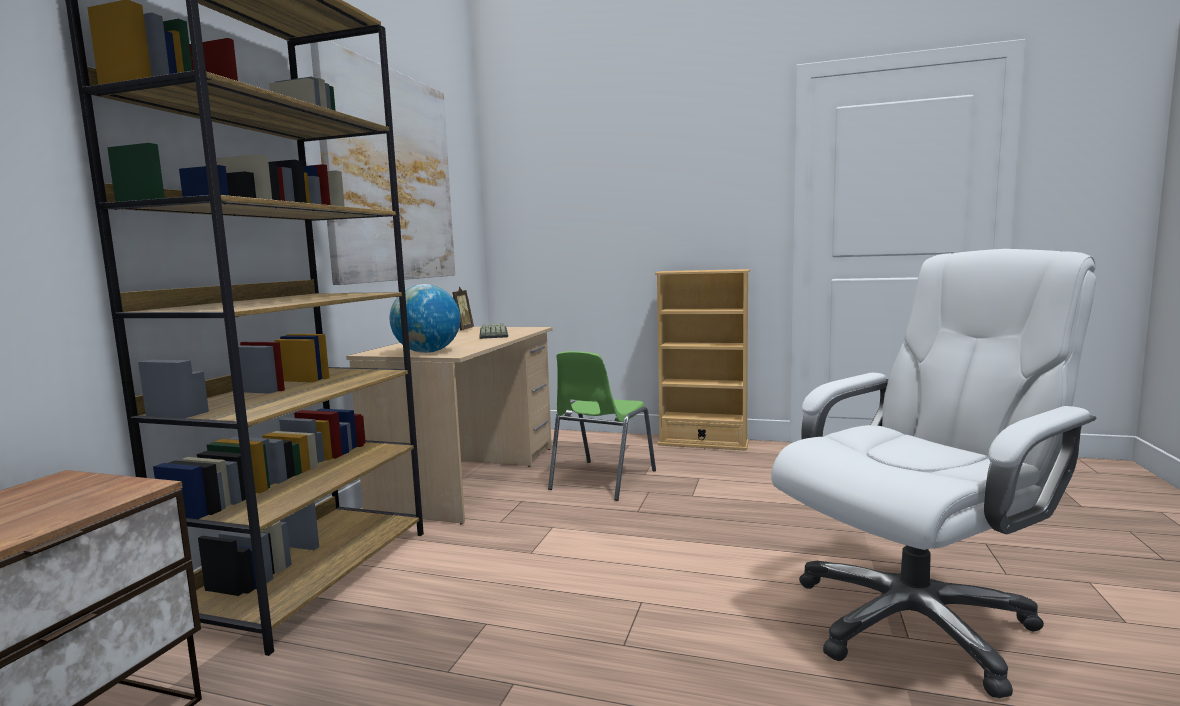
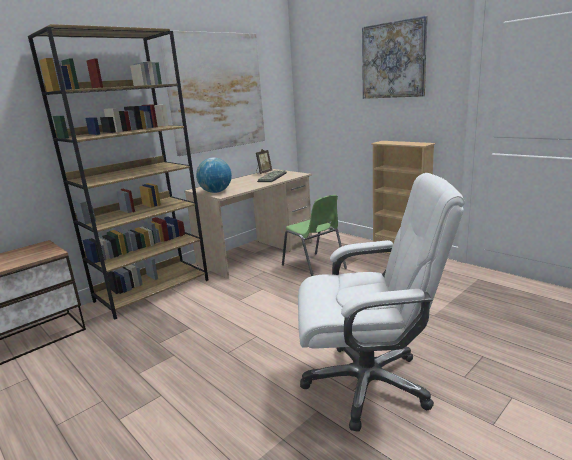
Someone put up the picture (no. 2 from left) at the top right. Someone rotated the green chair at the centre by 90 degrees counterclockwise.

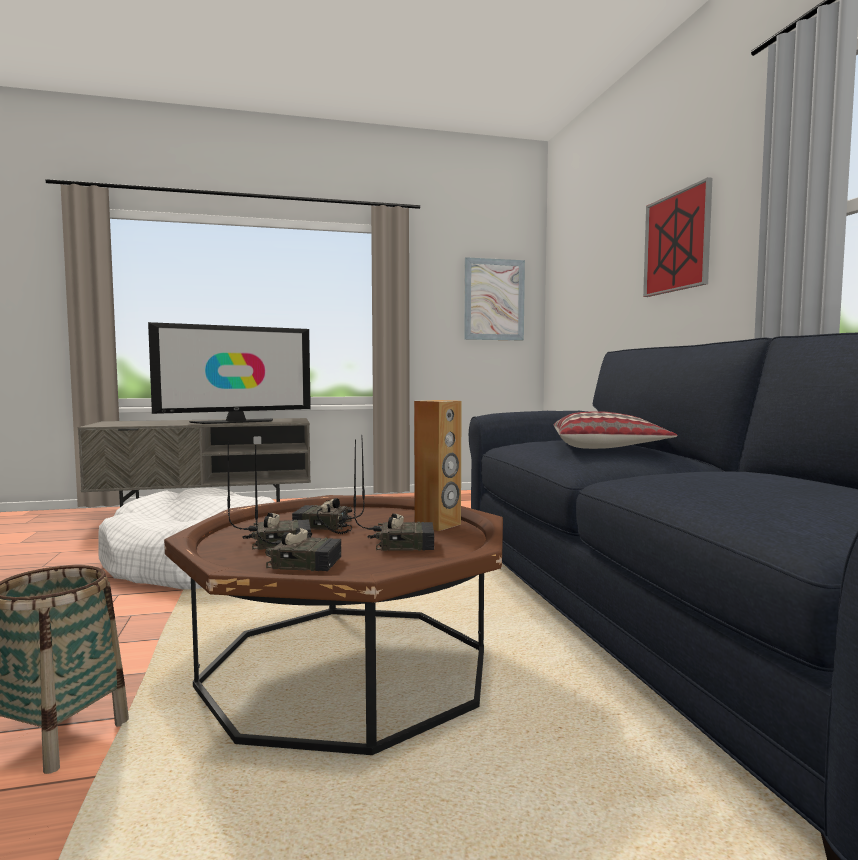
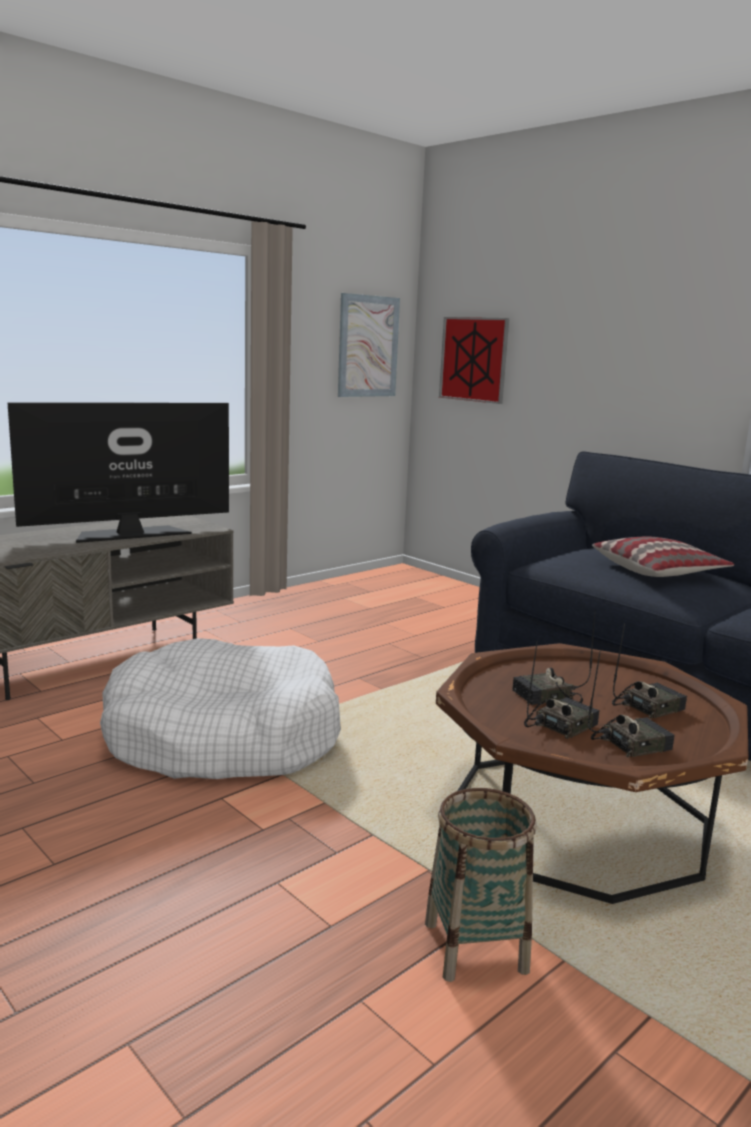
Someone took away the brown speaker at the centre. Someone carried the picture (no. 2 from left) from the top right to the top centre. Someone rotated the television at the middle left by 150 degrees counterclockwise.

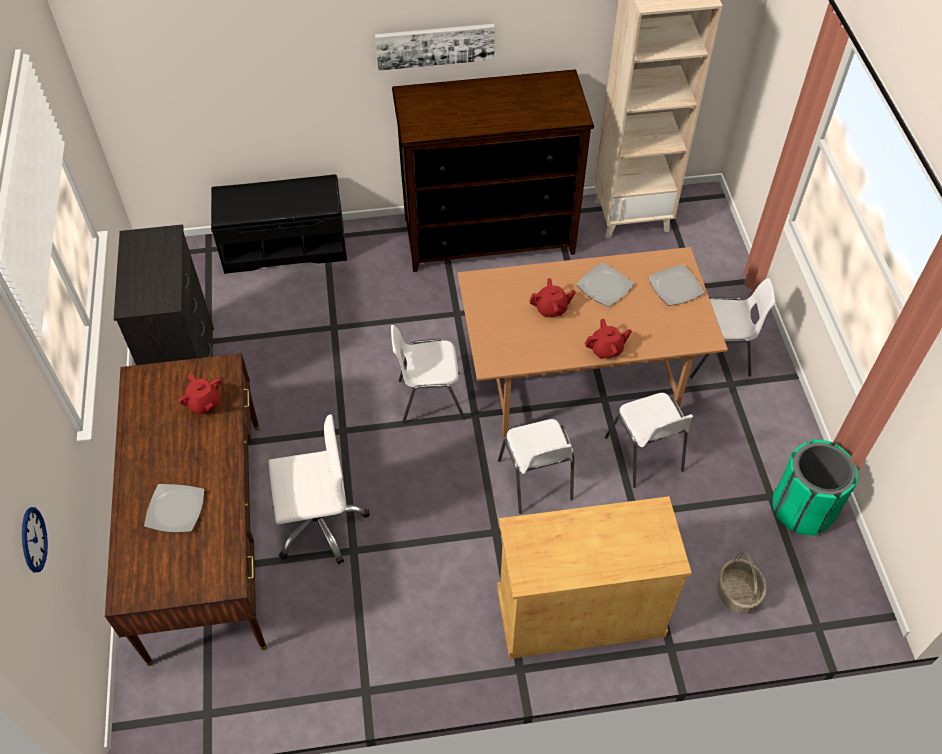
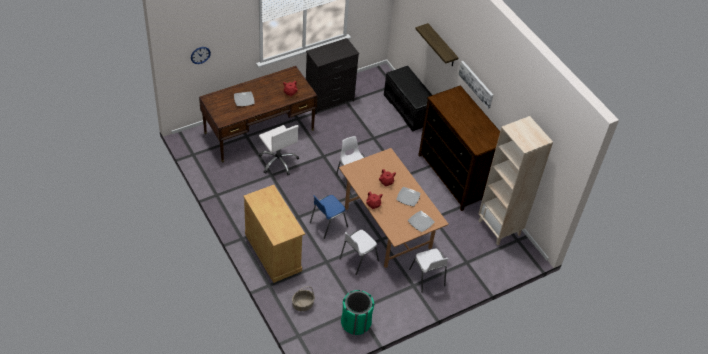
Someone put up the shelf at the top centre. Someone repainted the white chair (no. 2 from left) at the centre, which became the blue chair at the centre.

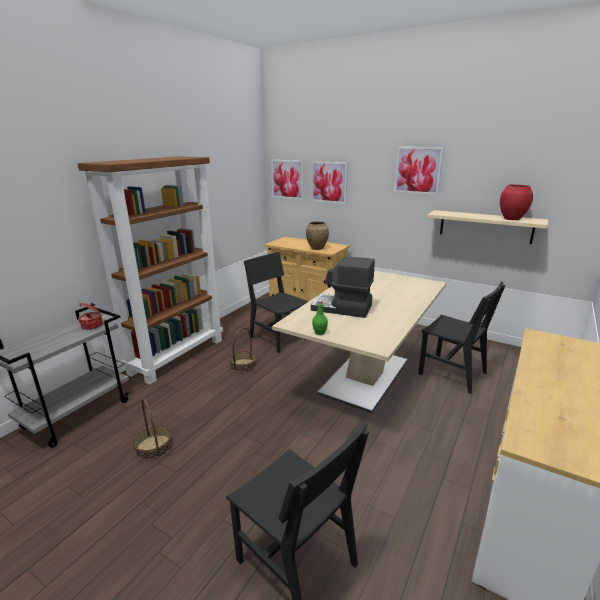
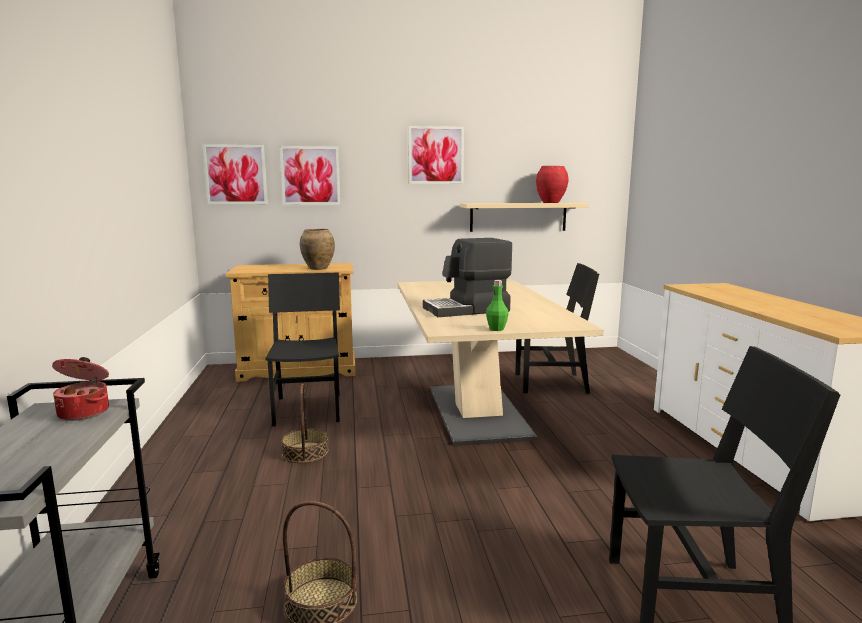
Someone took away the brown bookcase at the middle left. Someone rotated the black chair (no. 1 from left) at the centre by 75 degrees clockwise.

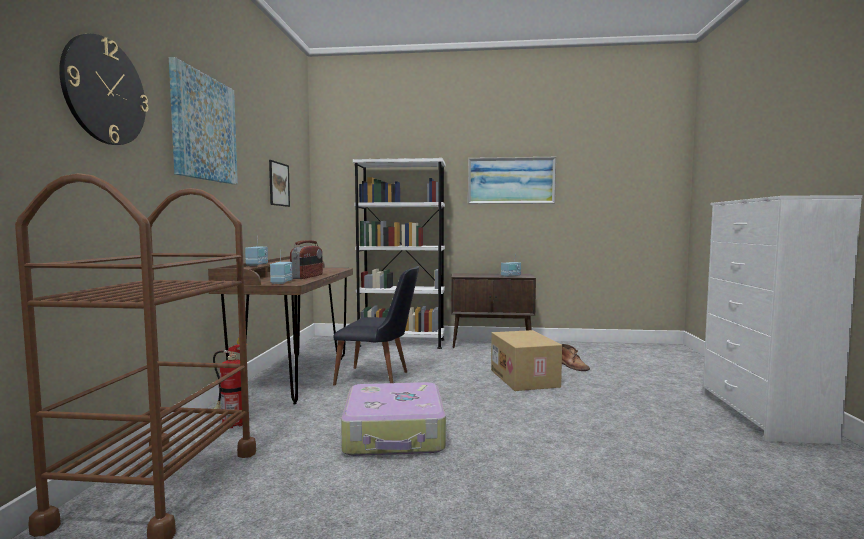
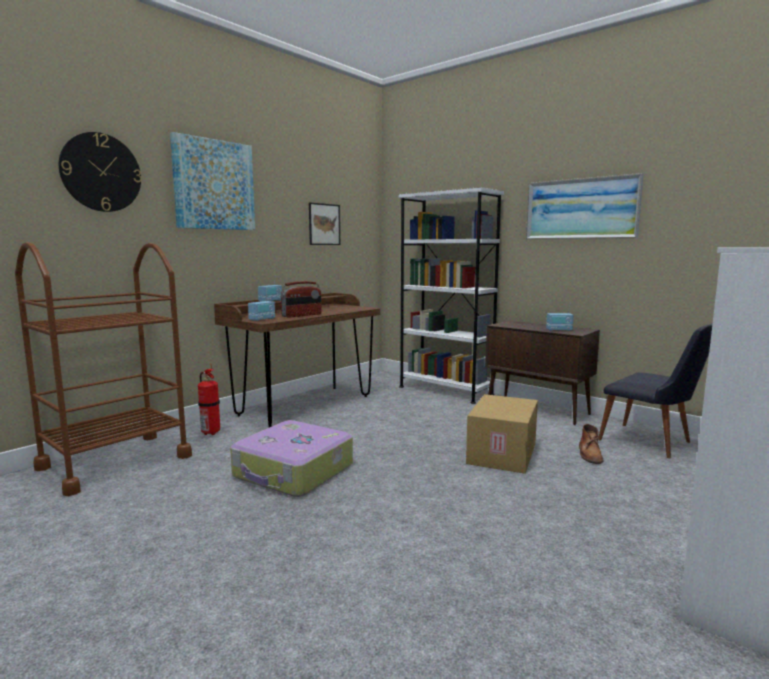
Someone carried the black chair from the centre to the middle right.

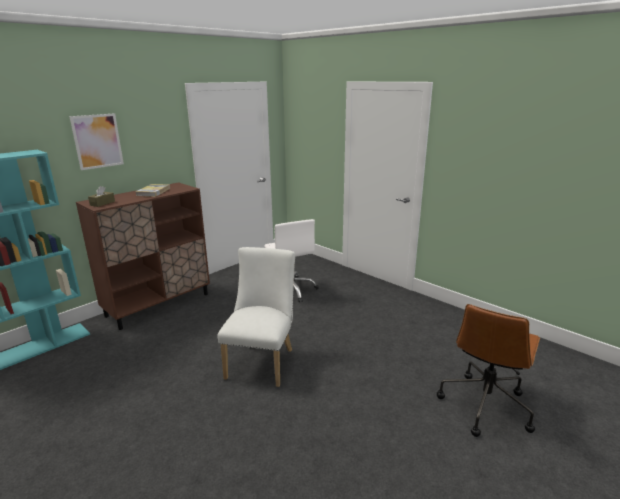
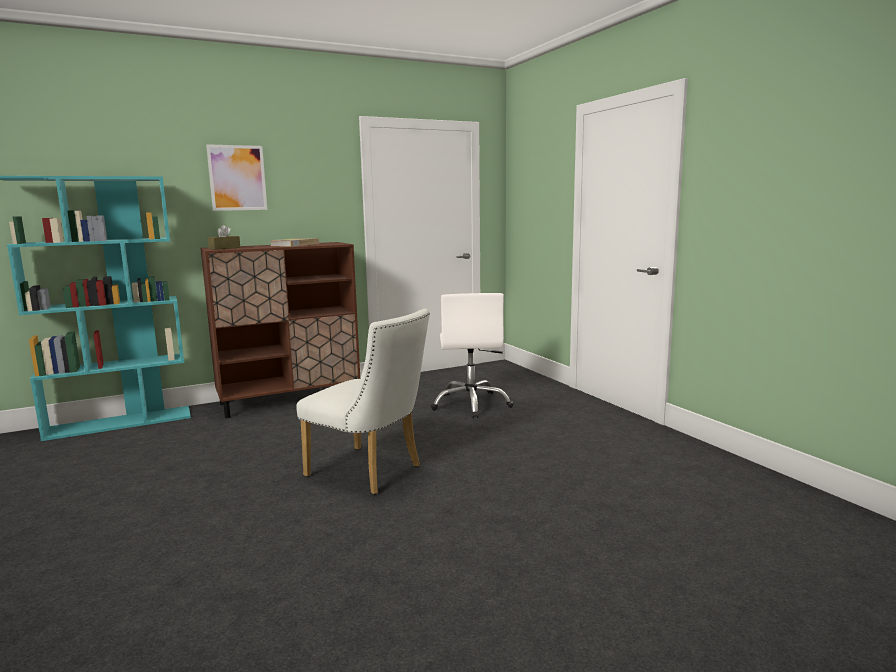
Someone took away the brown office chair at the bottom right. Someone rotated the white chair at the centre by 90 degrees clockwise.

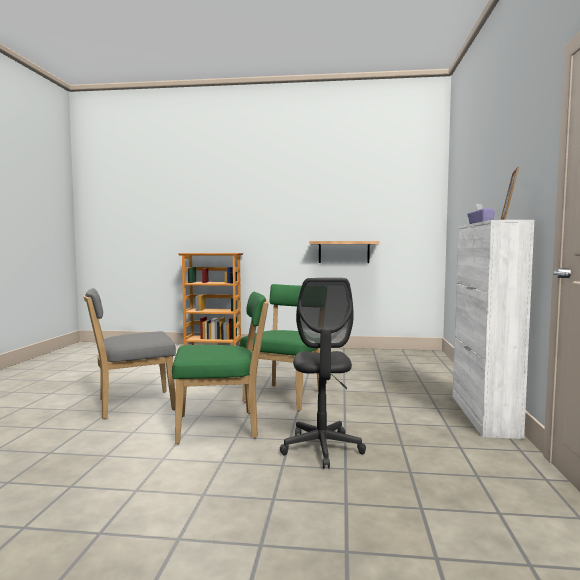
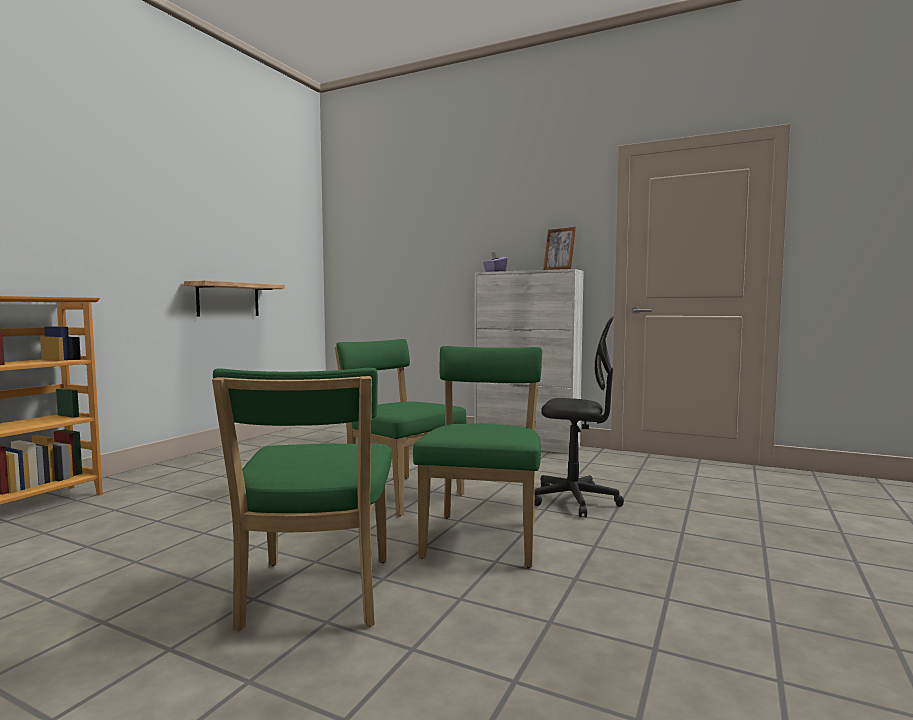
Someone repainted the grey chair at the middle left, which became the green chair (no. 1 from left) at the bottom left.

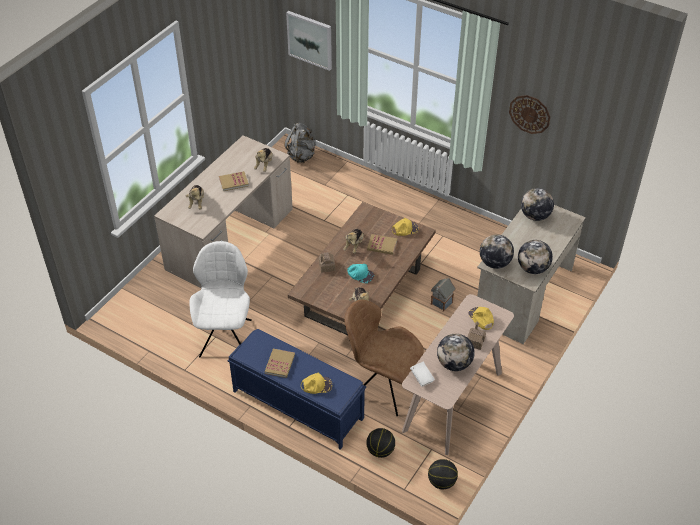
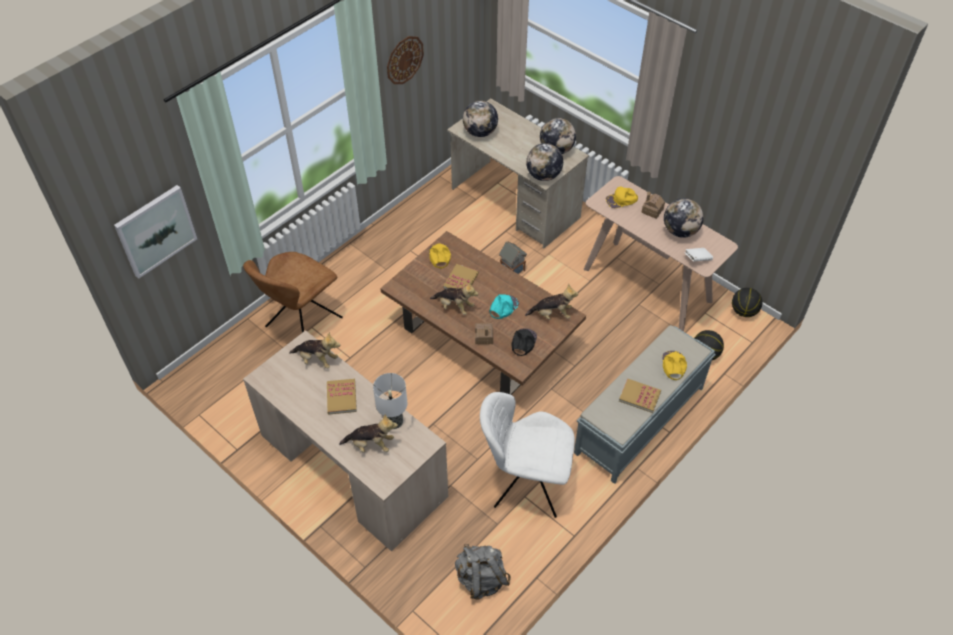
Someone put down the table lamp at the centre. Someone put down the black cap at the centre. Someone carried the grey backpack from the top centre to the bottom centre. Someone carried the brown chair from the bottom centre to the middle left. Someone repainted the blue bench at the bottom centre, which became the grey bench at the middle right.

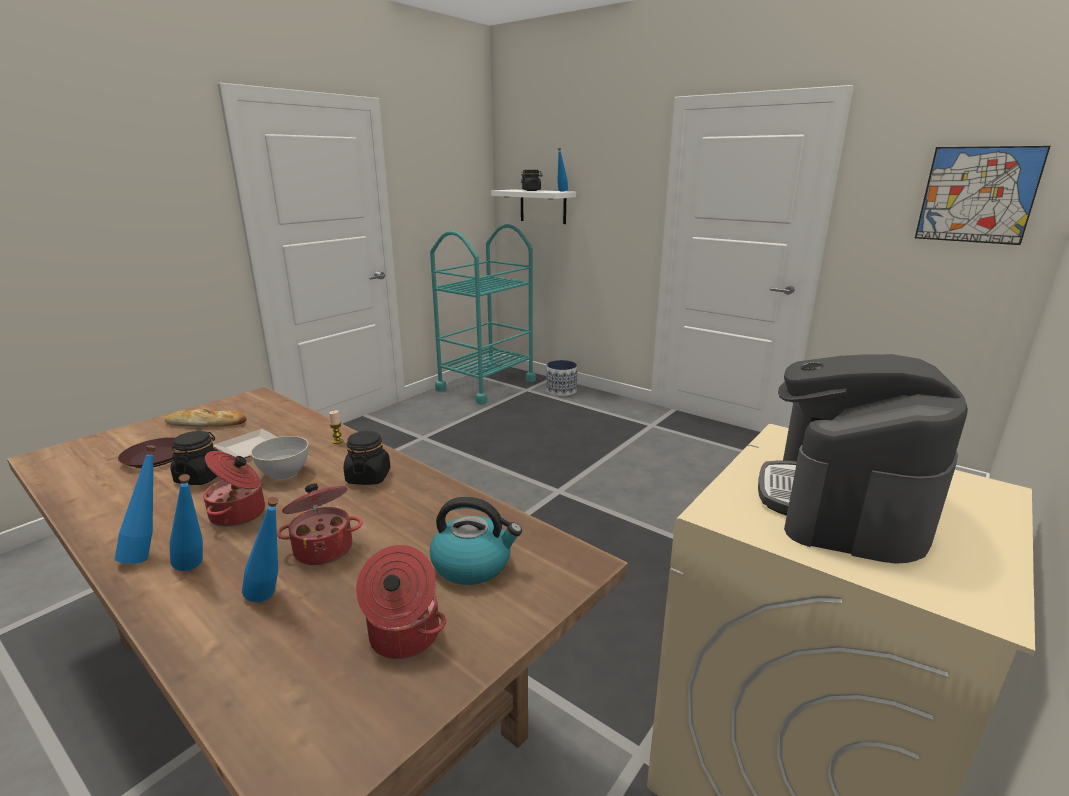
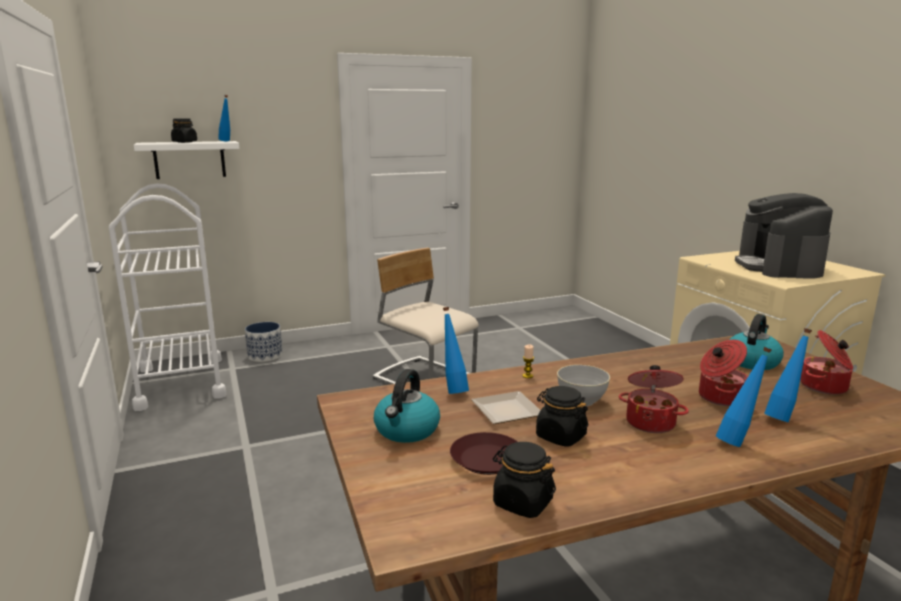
Someone took away the picture at the top right. Someone put down the beige chair at the centre. Someone carried the blue bottle (no. 1 from left in the first image) from the middle left to the centre. Someone carried the black jar (no. 2 from left) from the centre to the bottom centre. Someone swapped the bread at the middle left for the kettle (no. 1 from left) at the bottom centre. Someone repainted the turquoise cart at the centre, which became the white cart at the middle left. Someone rotated the coffee machine at the middle right by 45 degrees clockwise.

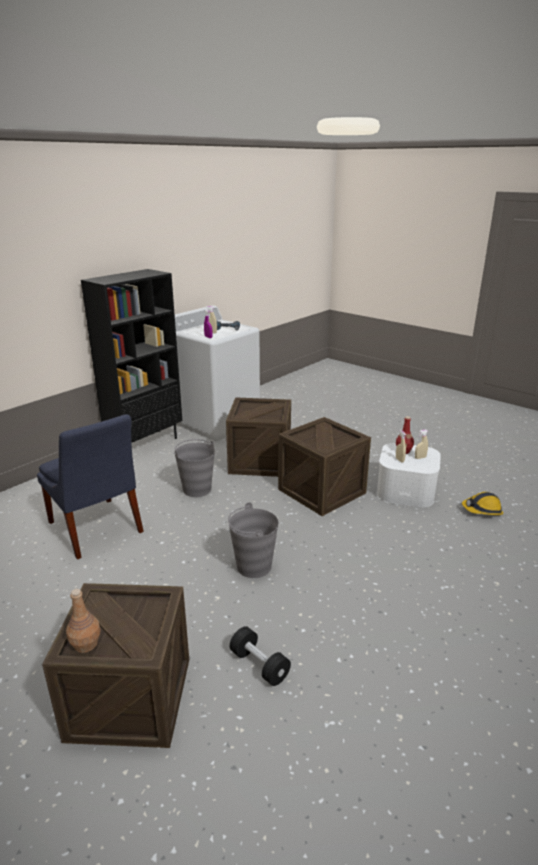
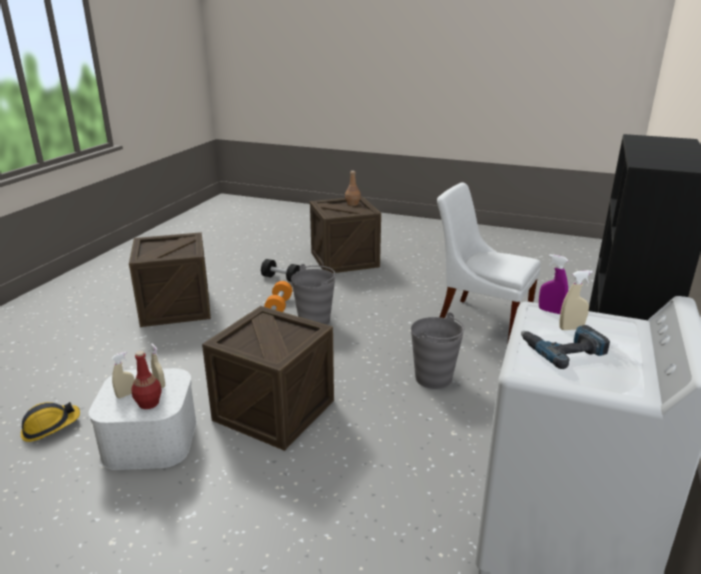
Someone put down the orange dumbbell at the centre. Someone carried the crate (no. 2 from left in the first image) from the centre to the middle left. Someone repainted the blue chair at the middle left, which became the white chair at the middle right.

